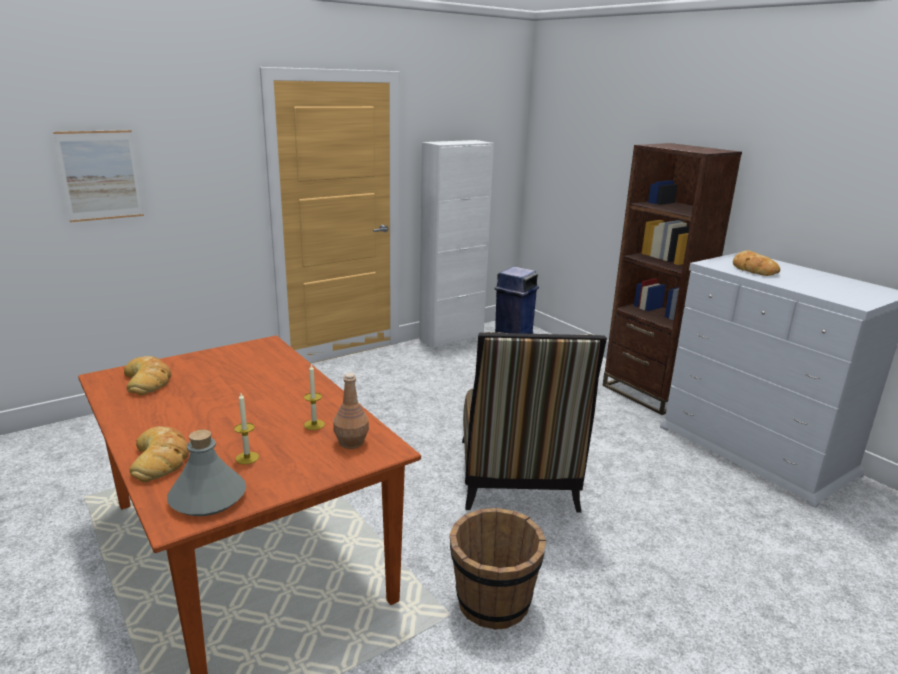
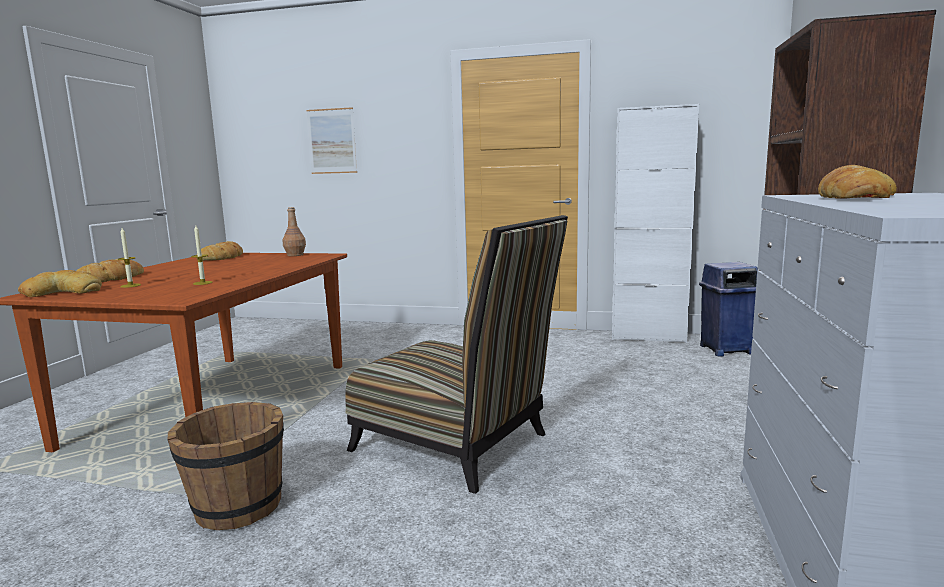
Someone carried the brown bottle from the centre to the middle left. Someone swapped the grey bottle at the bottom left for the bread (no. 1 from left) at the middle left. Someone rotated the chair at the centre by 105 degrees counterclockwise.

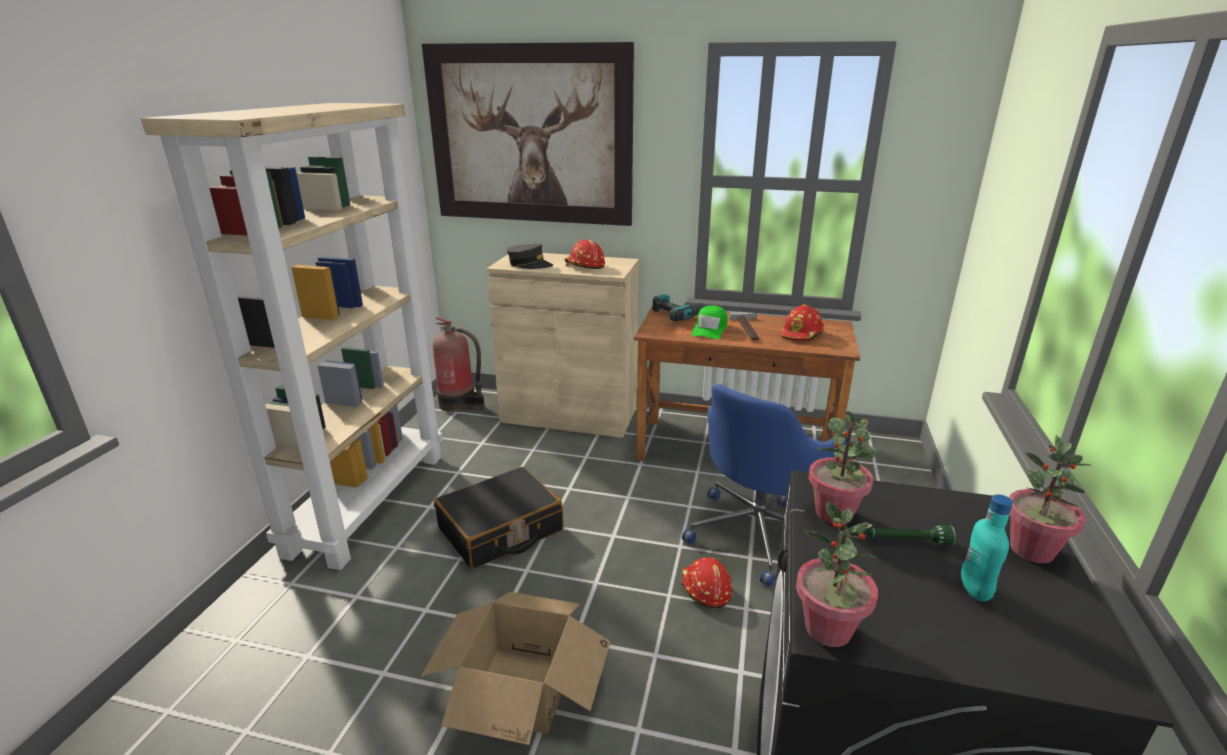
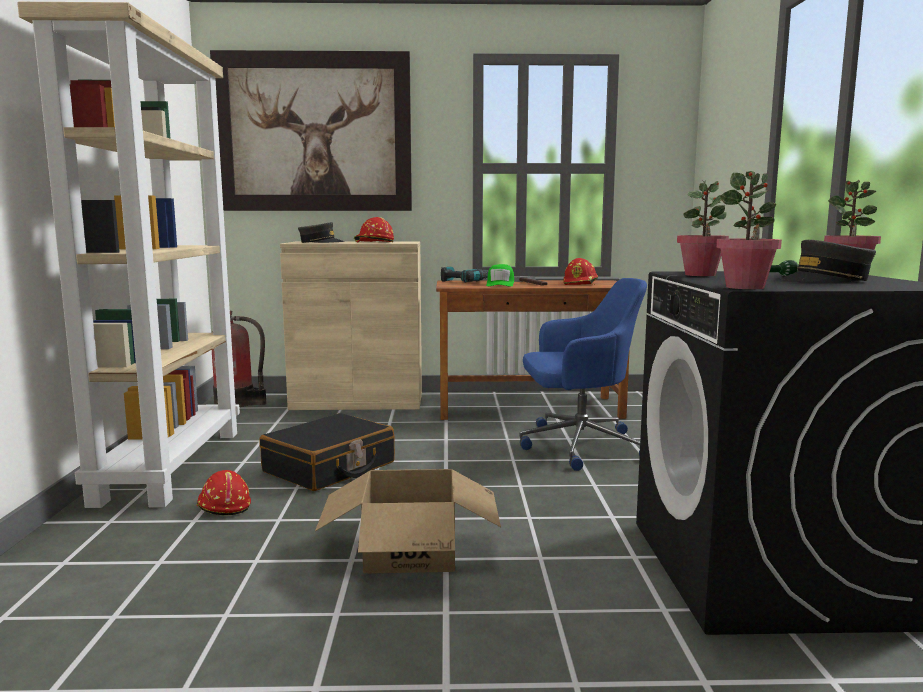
Someone carried the red hard hat (no. 2 from left in the first image) from the bottom centre to the bottom left. Someone swapped the turquoise bottle at the bottom right for the grey cap (no. 2 from left) at the middle right. Someone rotated the blue office chair at the centre by 120 degrees counterclockwise.

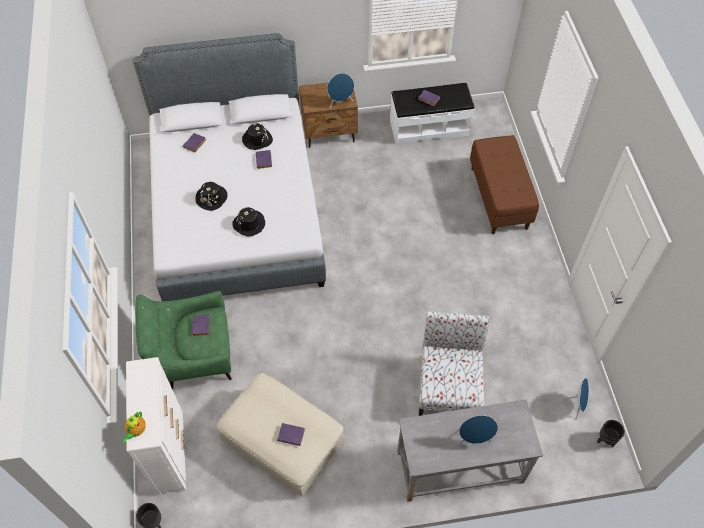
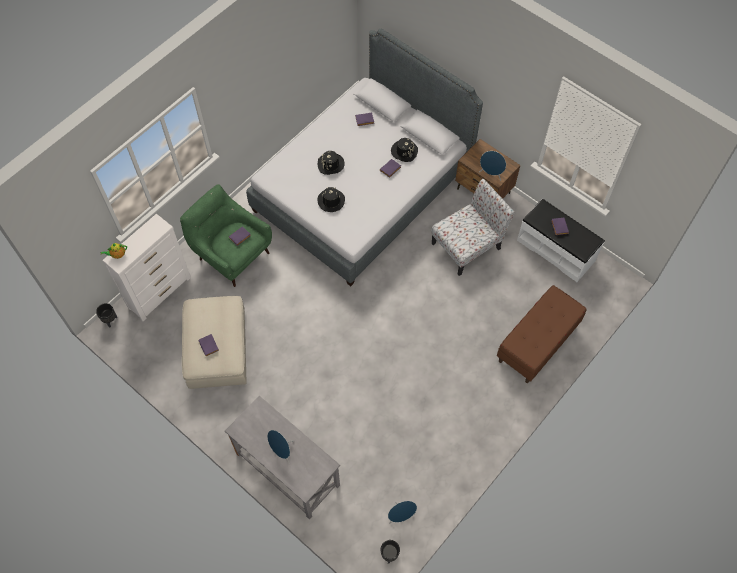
Someone carried the chair from the bottom centre to the centre.

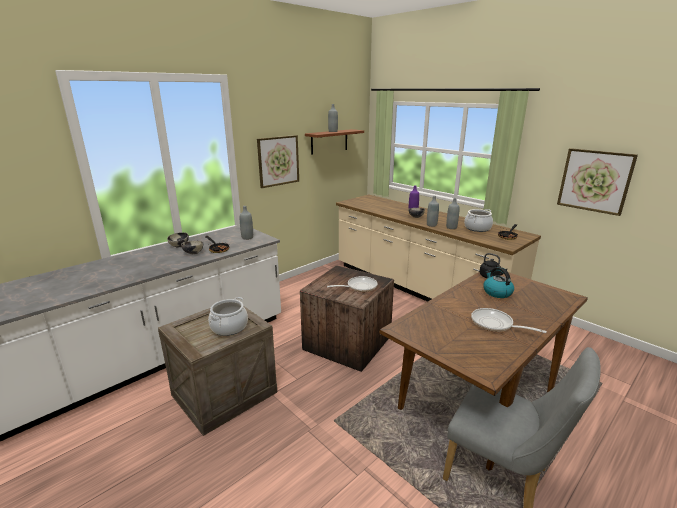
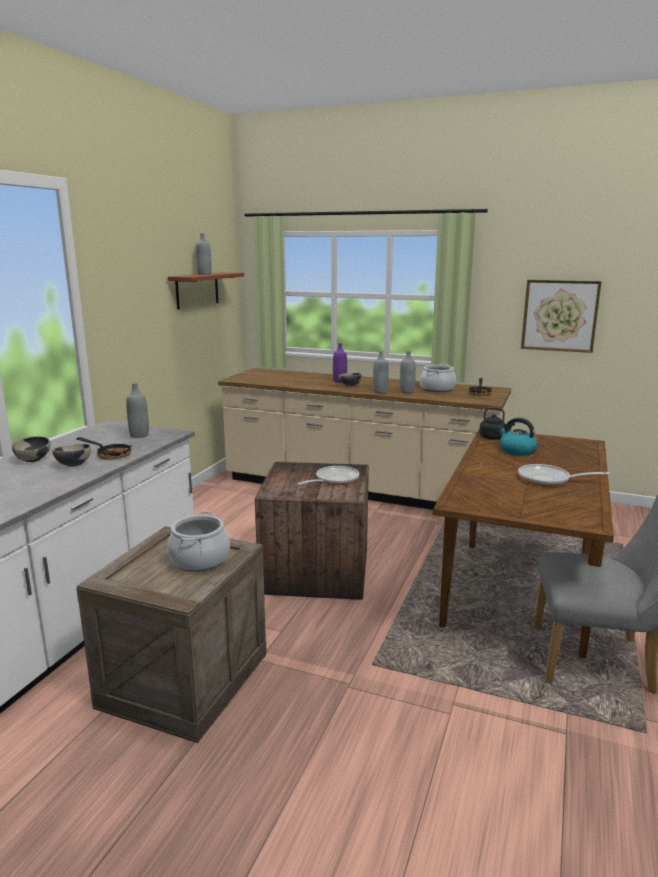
Someone took away the picture (no. 1 from left) at the top centre.

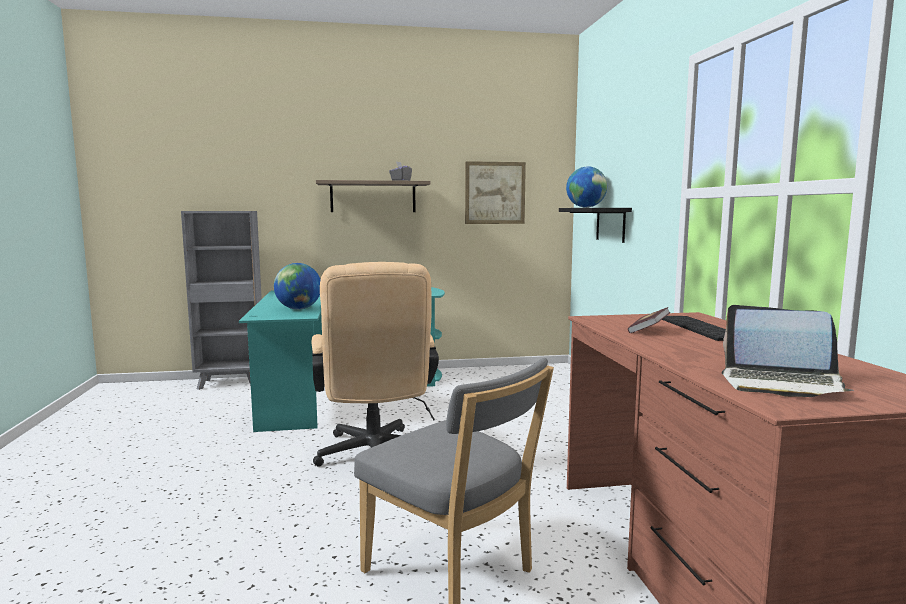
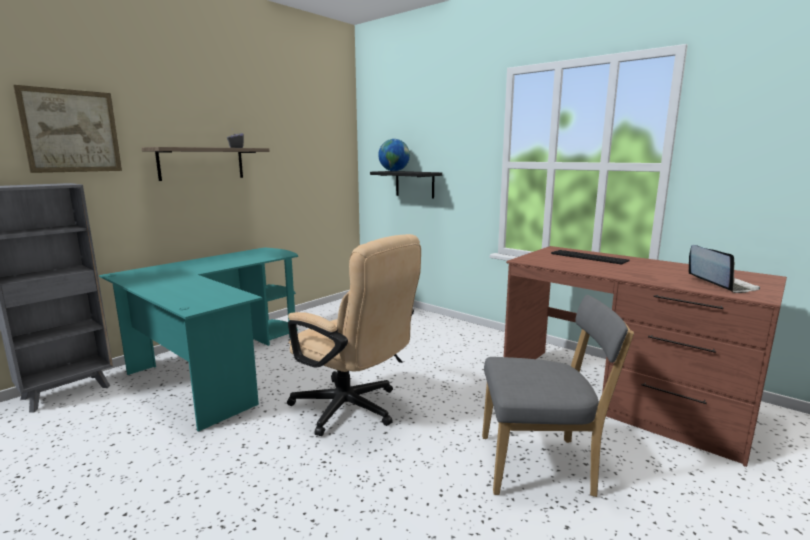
Someone took away the globe (no. 1 from left) at the middle left. Someone took away the book at the middle right. Someone carried the picture from the top centre to the top left. Someone rotated the laptop at the middle right by 90 degrees counterclockwise.

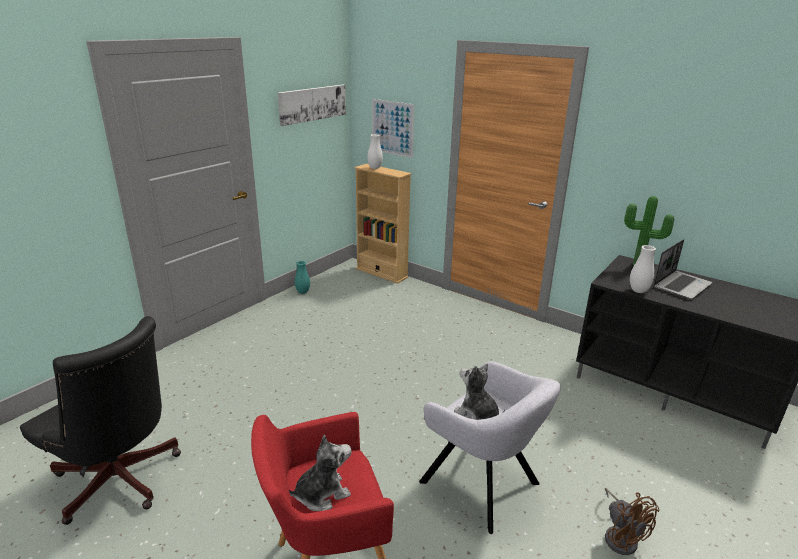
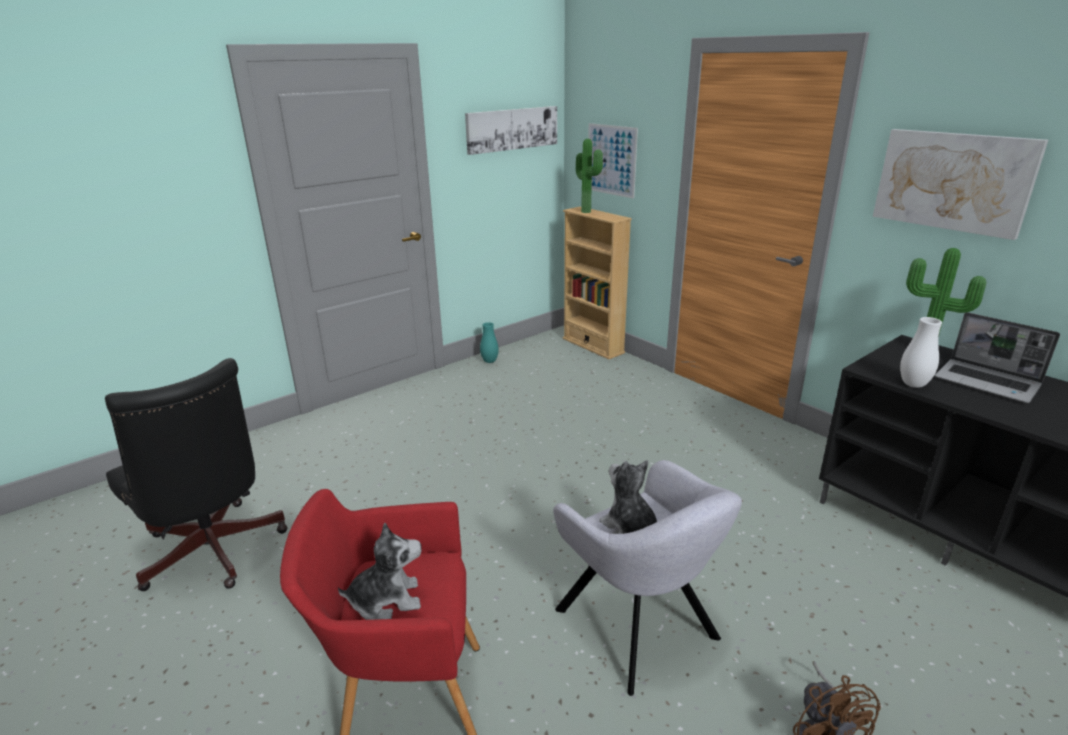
Someone put up the picture (no. 3 from left) at the top right. Someone swapped the white vase (no. 1 from left) at the top centre for the potted plant (no. 1 from left) at the top centre. Someone rotated the laptop at the middle right by 75 degrees clockwise.

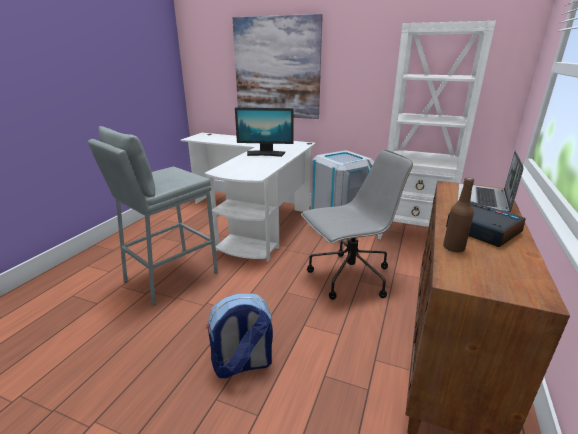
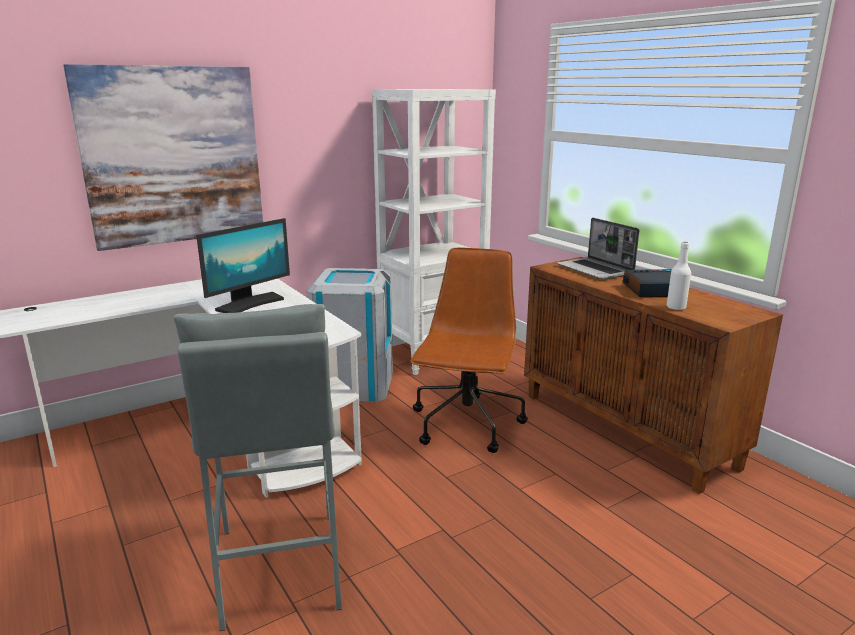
Someone took away the backpack at the bottom centre. Someone repainted the grey office chair at the centre, which became the brown office chair at the centre. Someone repainted the brown bottle at the middle right, which became the white bottle at the middle right.

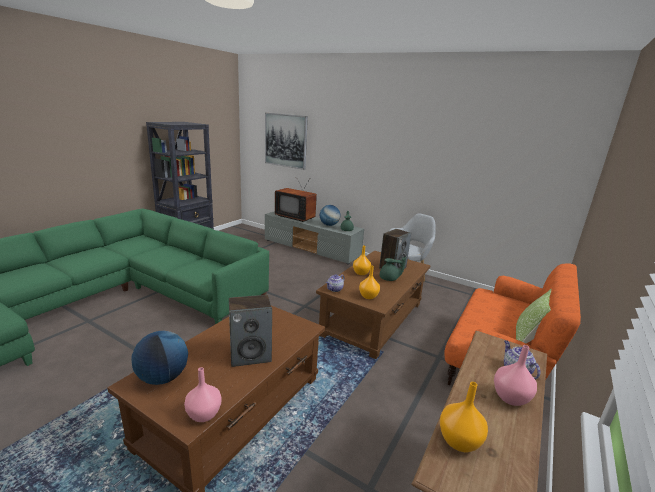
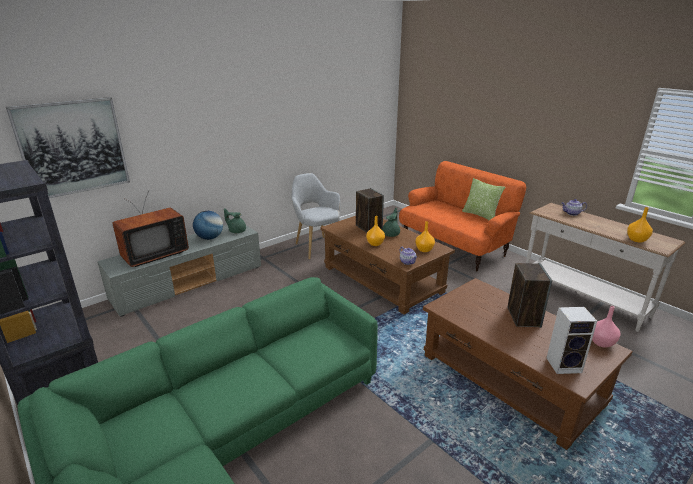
Someone took away the pink vase (no. 2 from left) at the bottom right. Someone swapped the globe (no. 1 from left) at the bottom left for the speaker (no. 3 from left) at the bottom right.

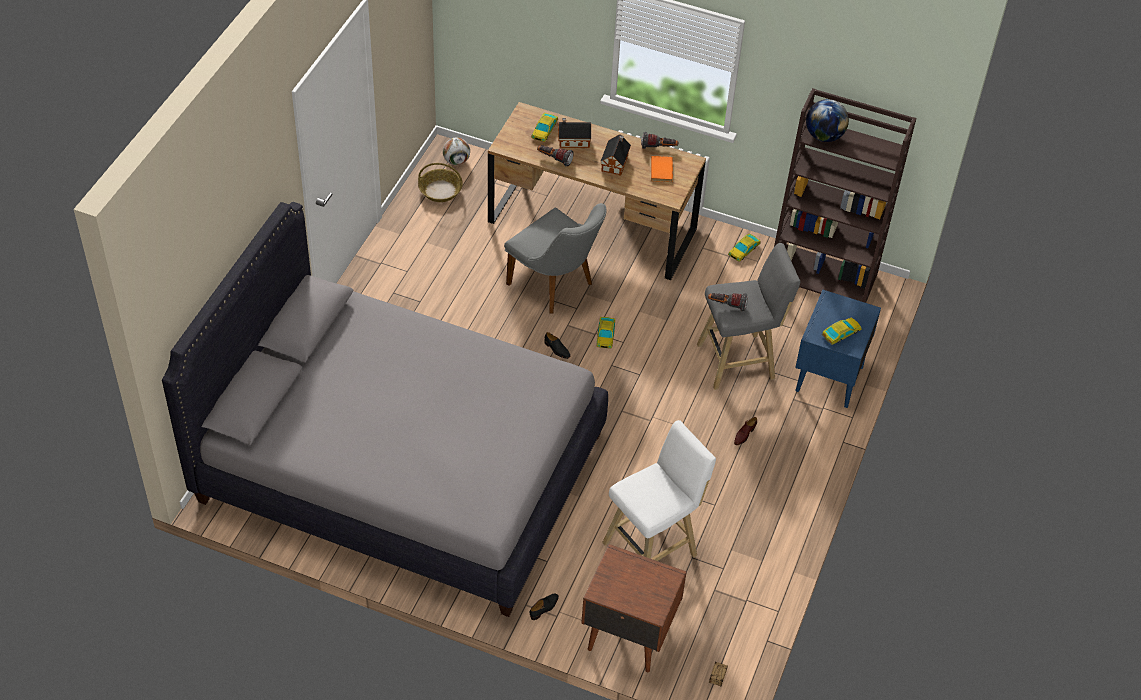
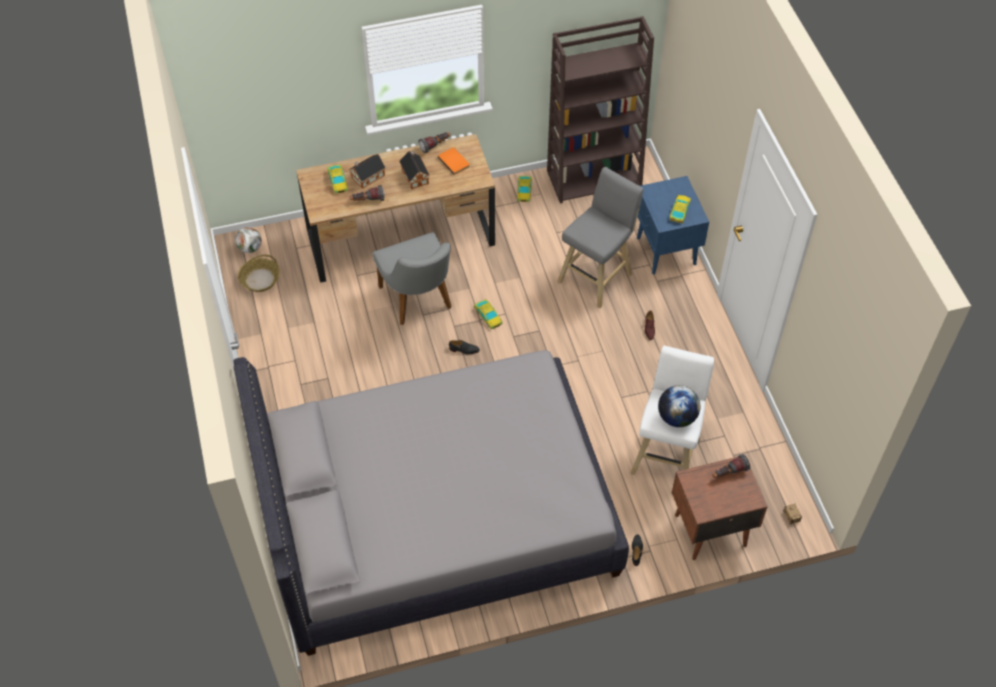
Someone carried the flashlight (no. 3 from left) from the centre to the bottom right. Someone carried the globe from the top right to the middle right. Someone rotated the grey chair at the centre by 60 degrees clockwise.

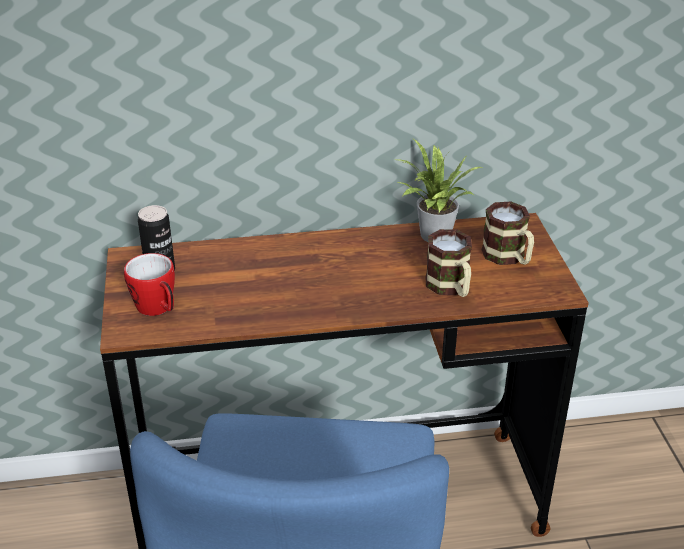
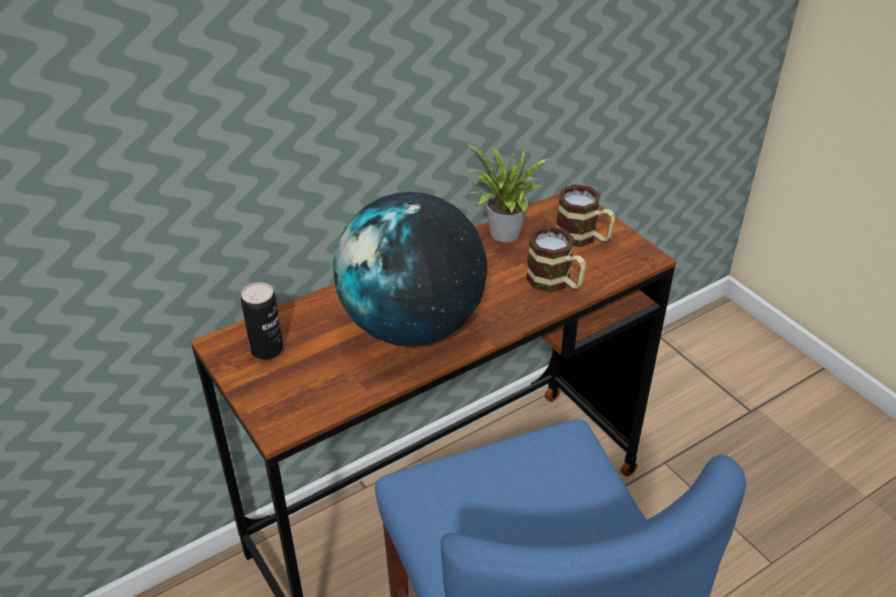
Someone took away the mug (no. 1 from left) at the middle left. Someone put down the globe at the centre.

